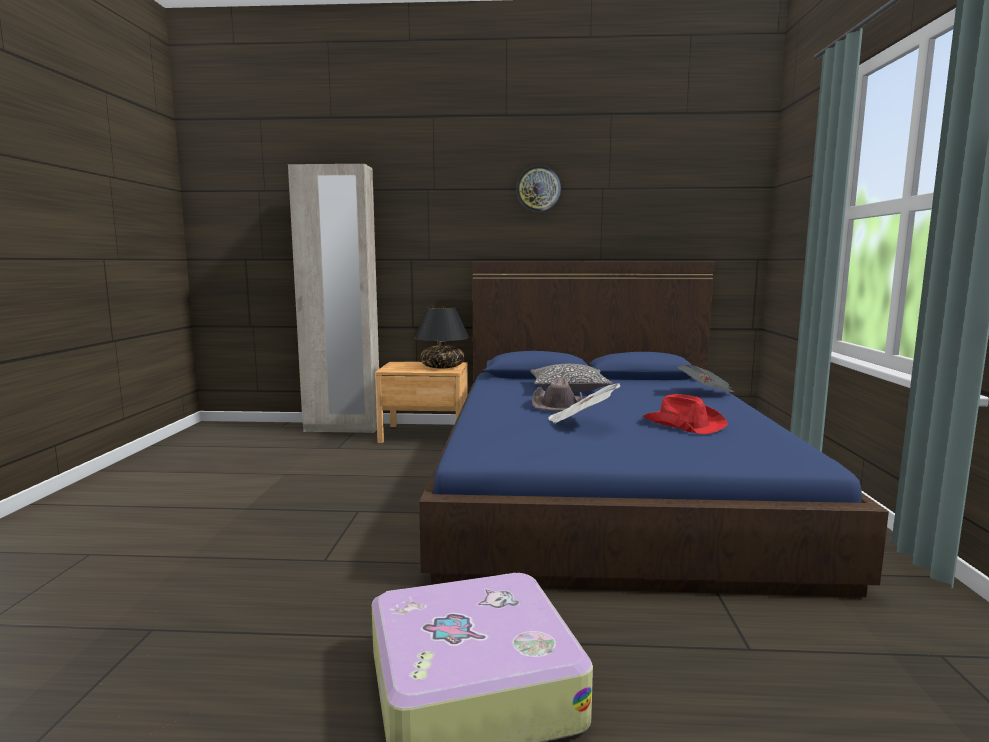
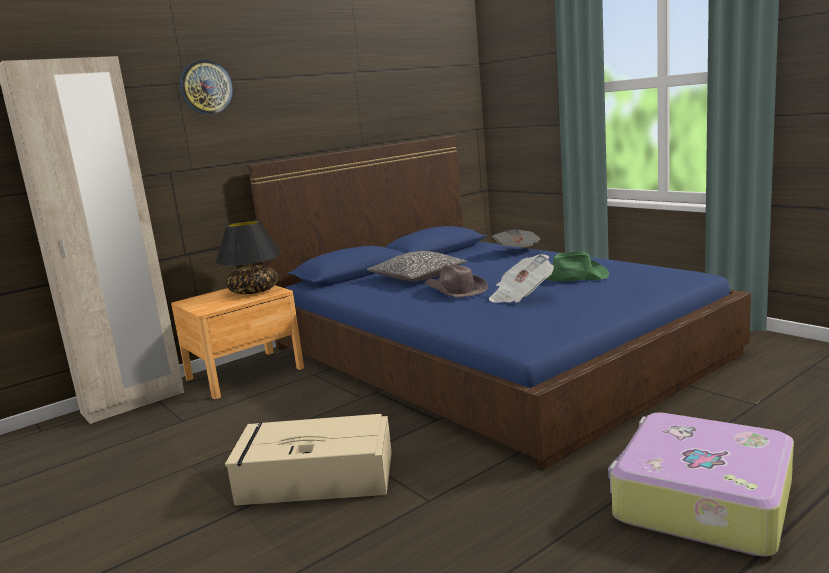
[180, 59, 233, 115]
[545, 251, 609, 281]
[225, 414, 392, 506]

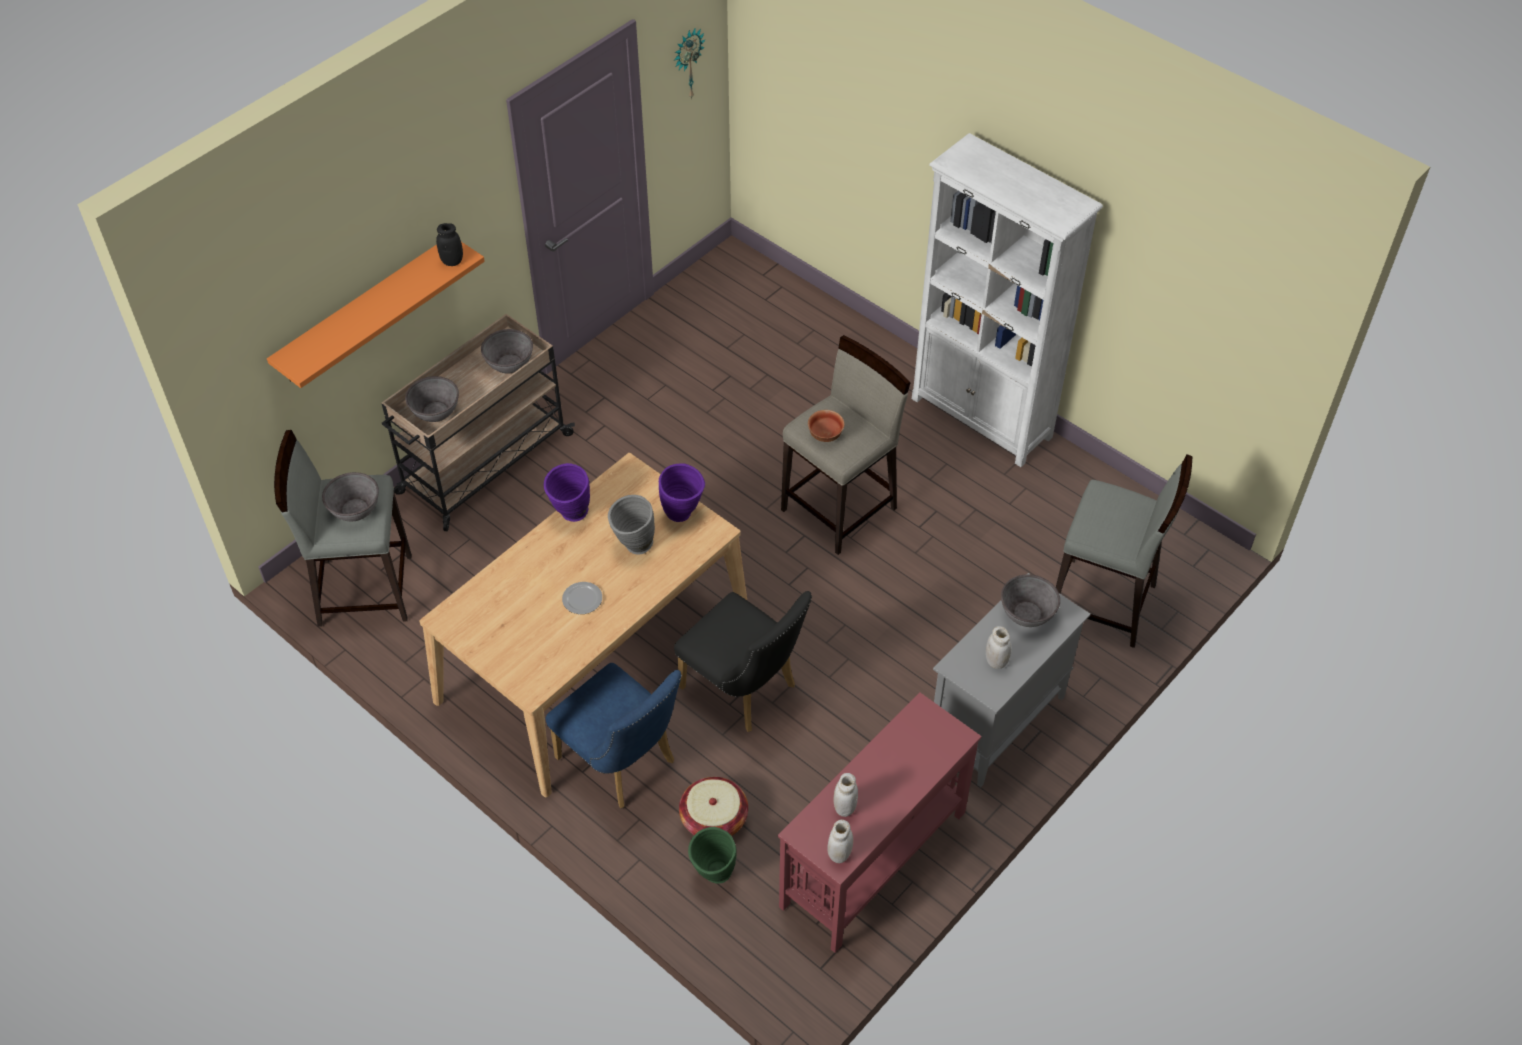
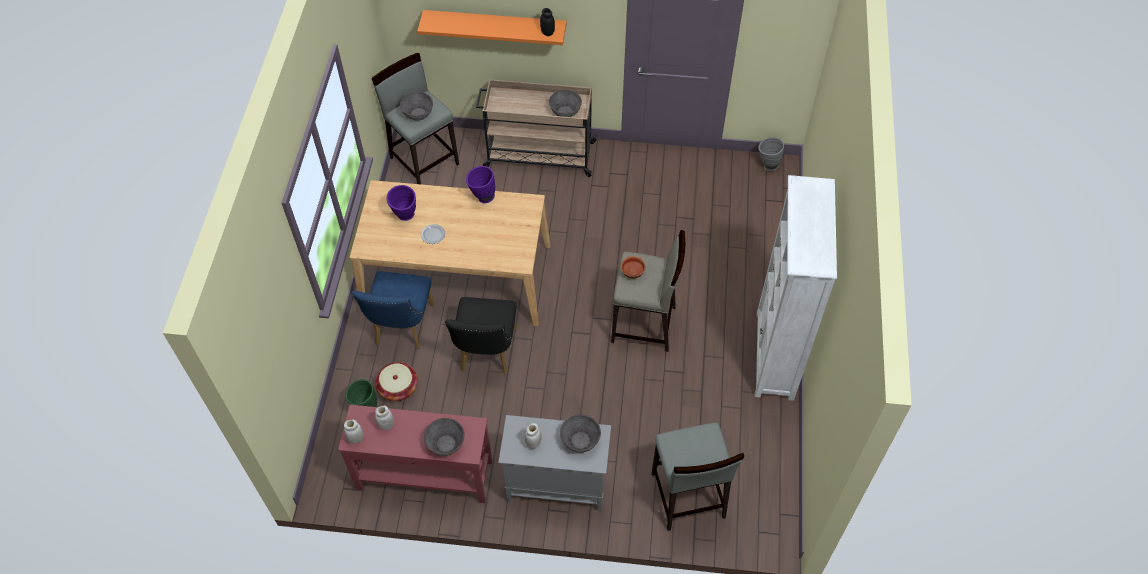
[424, 418, 465, 456]
[758, 137, 784, 171]
[387, 185, 416, 221]
[674, 27, 706, 100] (first image)

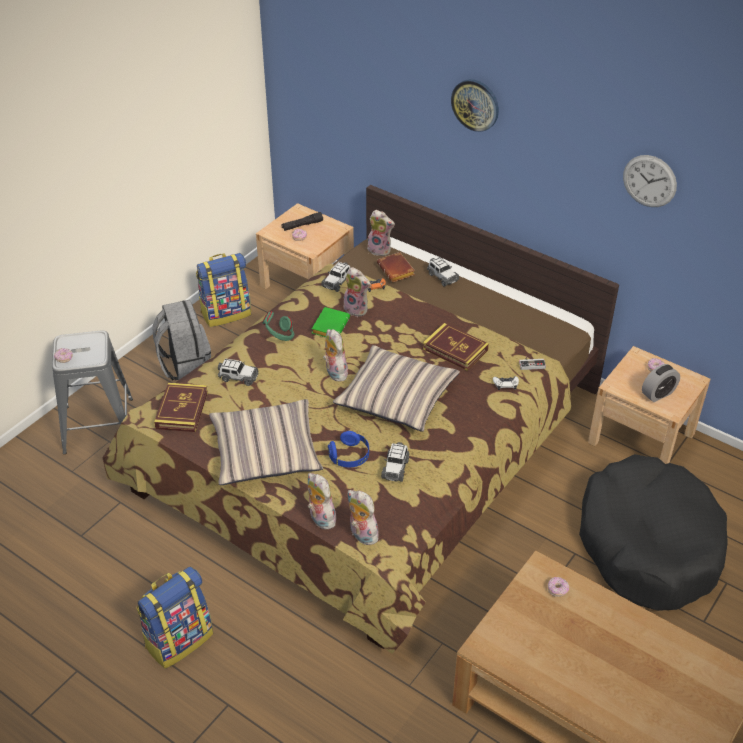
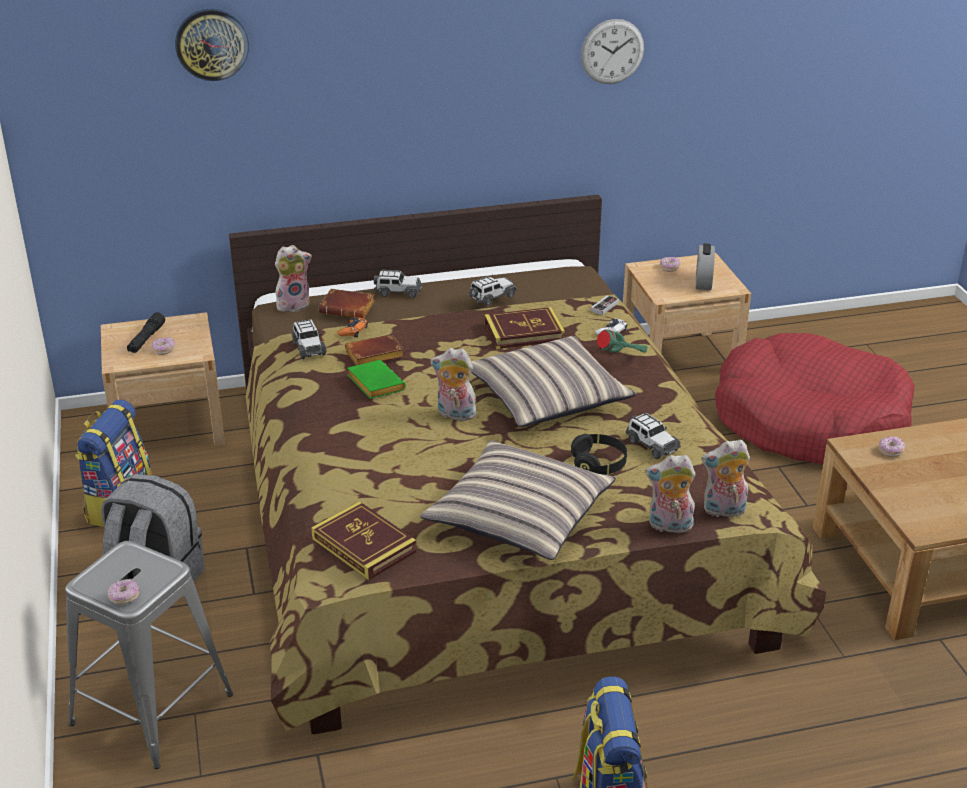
[468, 276, 517, 306]
[597, 330, 647, 353]
[571, 434, 627, 475]
[345, 334, 404, 365]
[175, 8, 249, 81]
[715, 333, 915, 465]

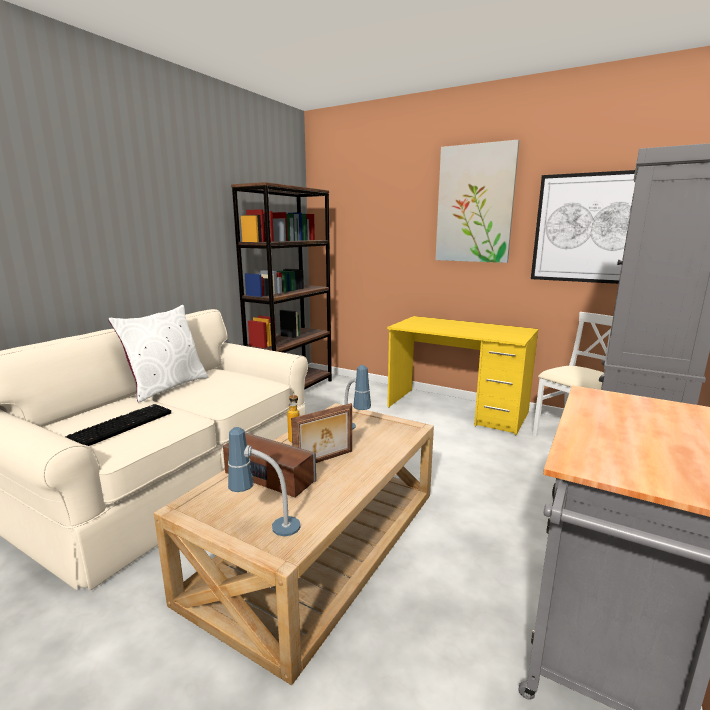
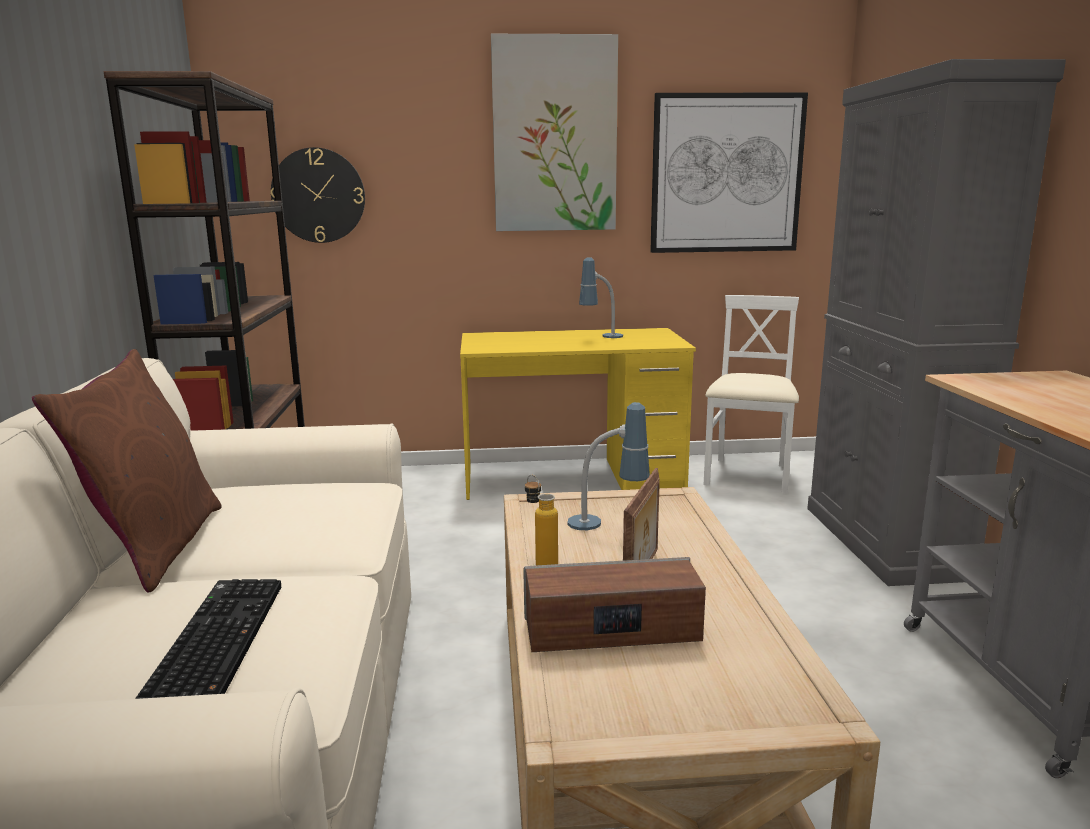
[32, 349, 222, 593]
[579, 257, 623, 338]
[271, 147, 365, 243]

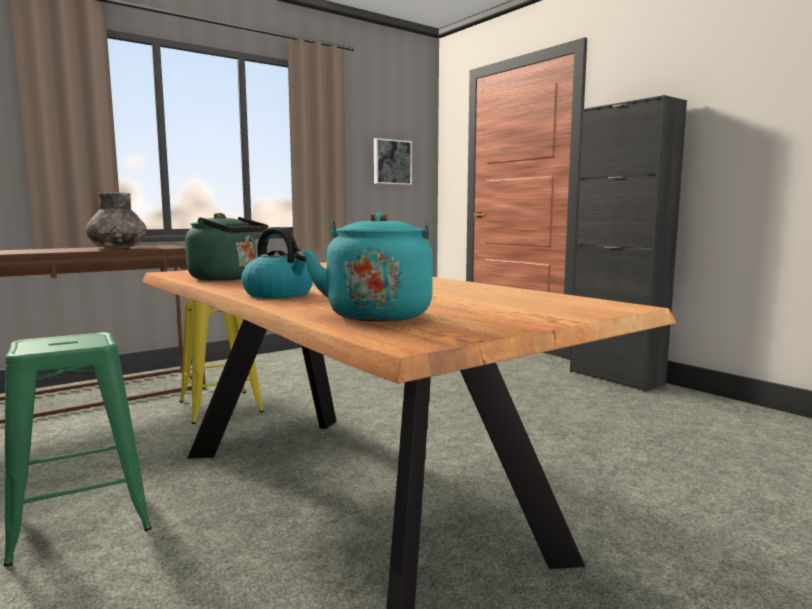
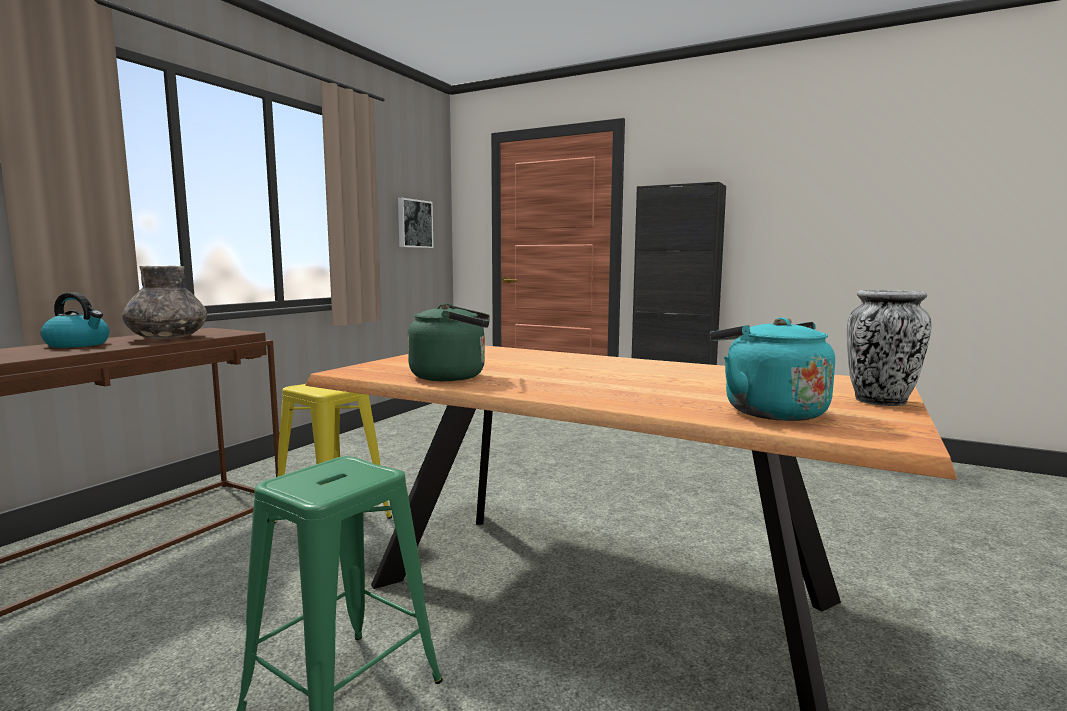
[40, 292, 109, 348]
[847, 290, 932, 406]

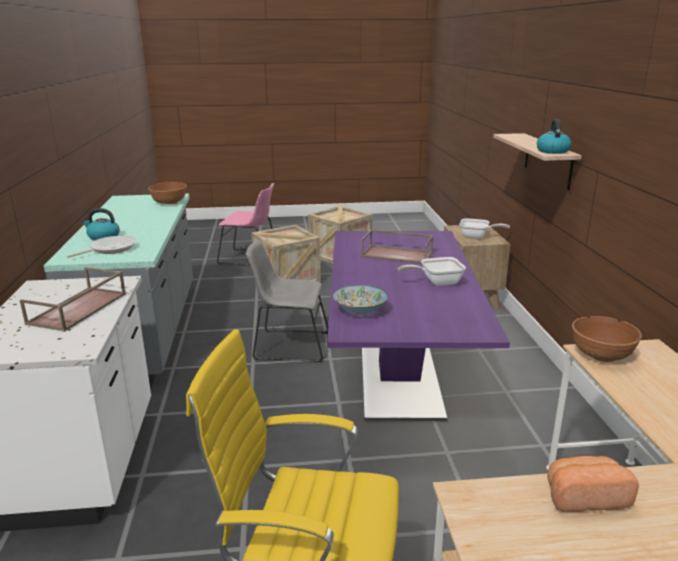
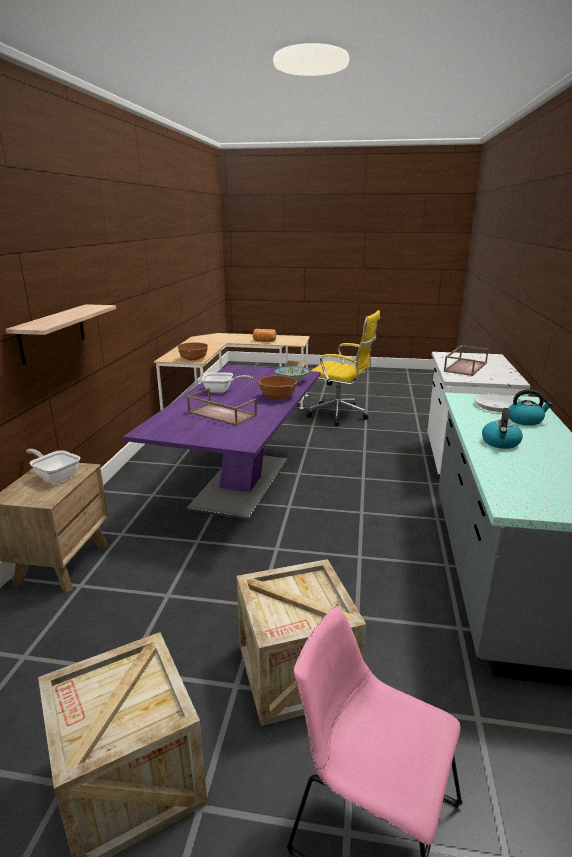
[258, 376, 297, 399]
[246, 239, 328, 362] (first image)
[482, 408, 523, 449]

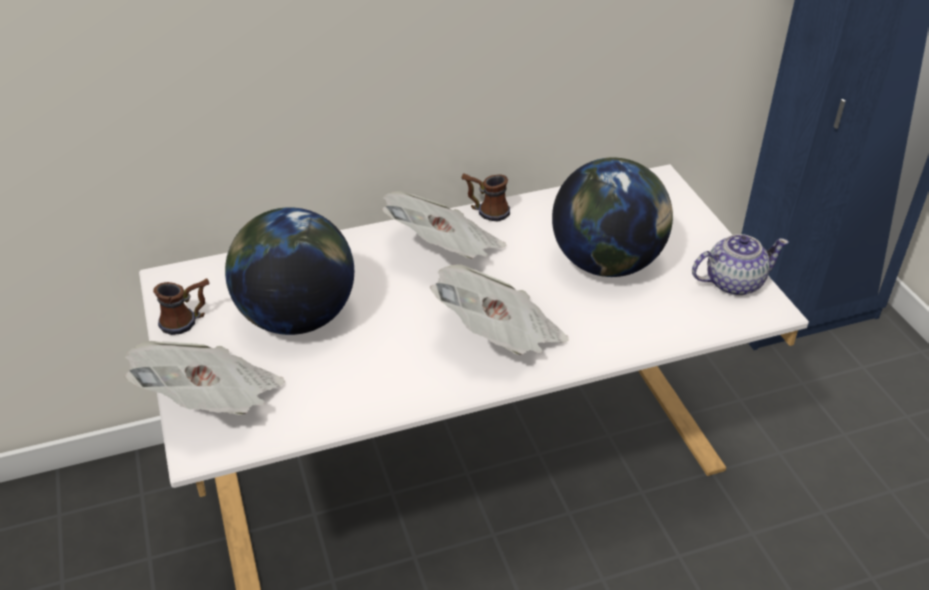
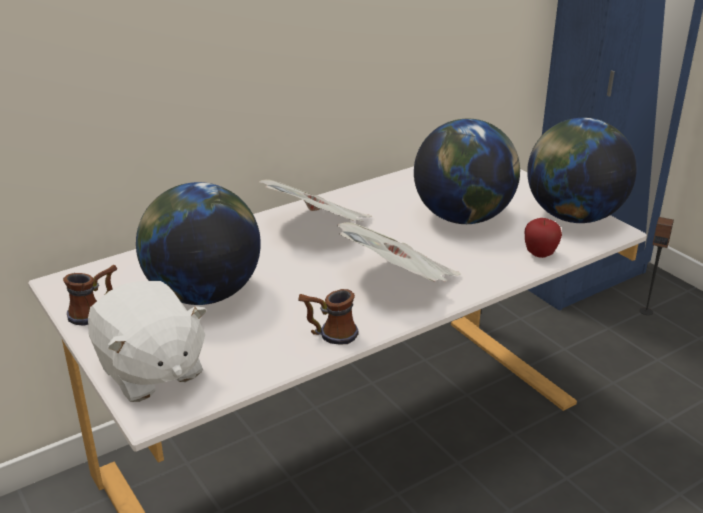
[88, 281, 207, 402]
[298, 289, 359, 345]
[527, 118, 637, 223]
[525, 218, 562, 258]
[639, 217, 674, 315]

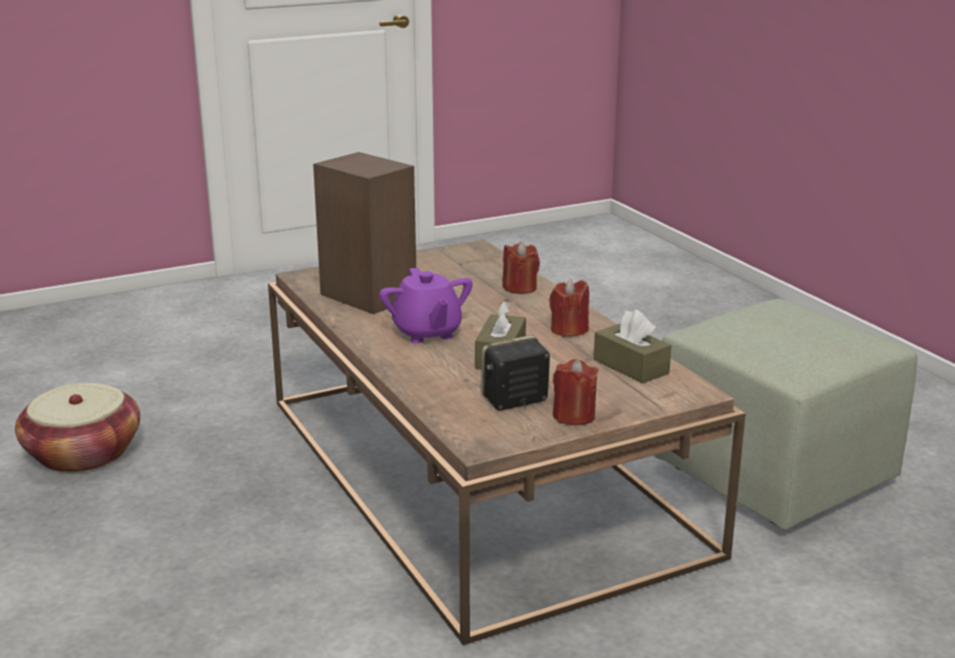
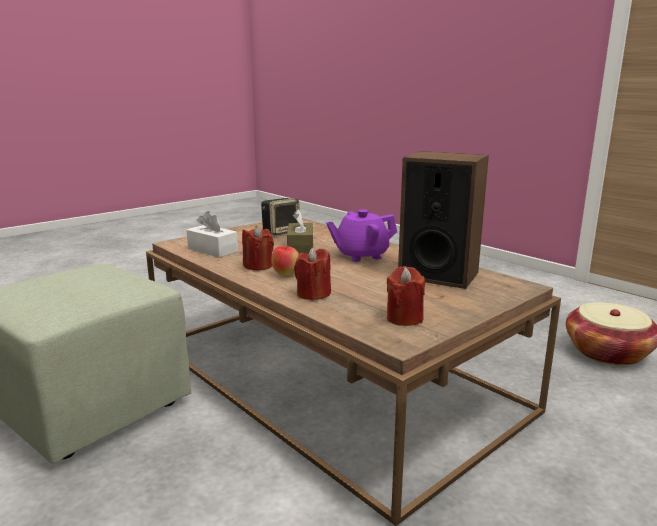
[326, 209, 397, 262]
[387, 266, 425, 326]
[187, 211, 238, 258]
[271, 246, 299, 276]

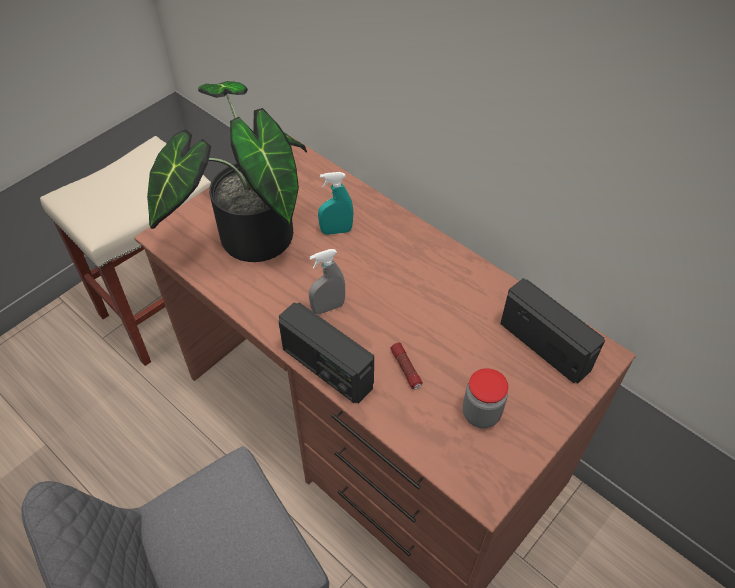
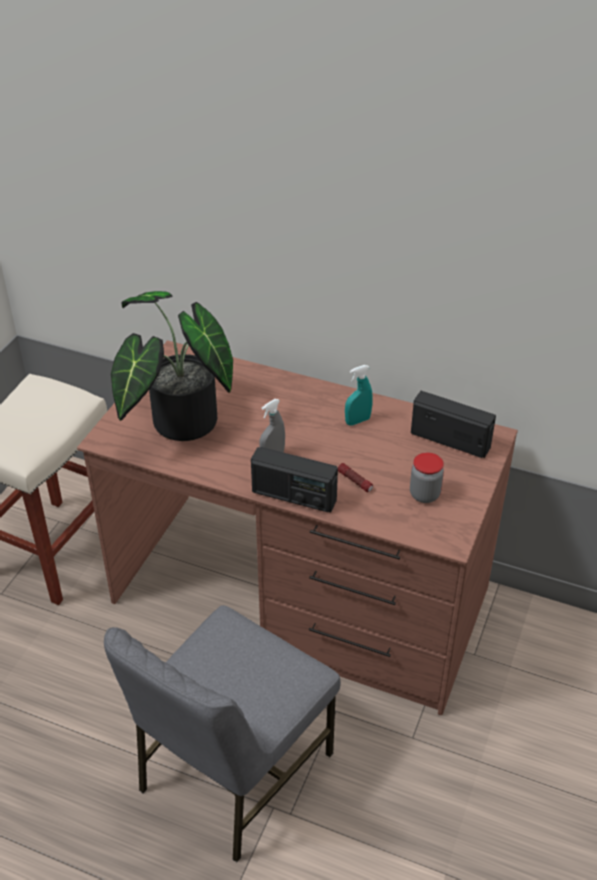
[345, 365, 373, 426]

